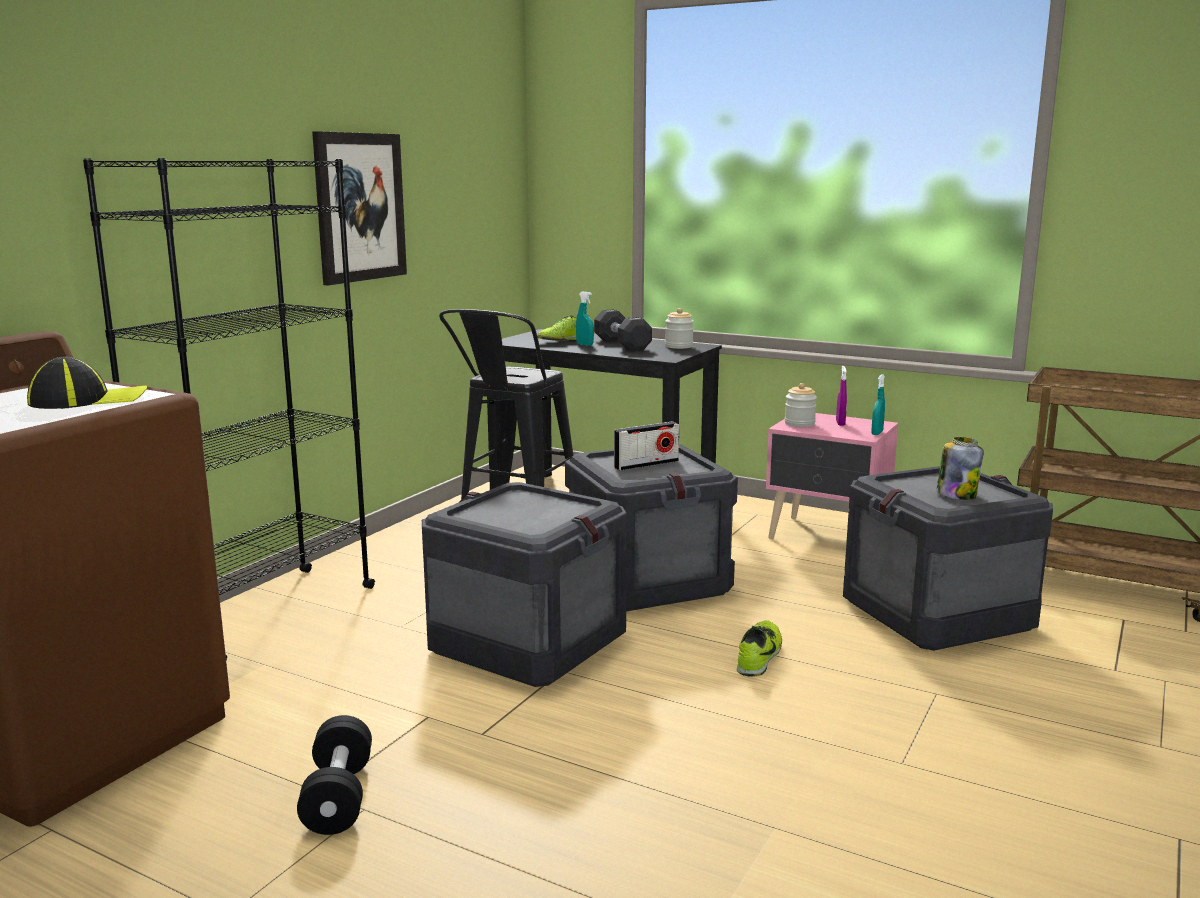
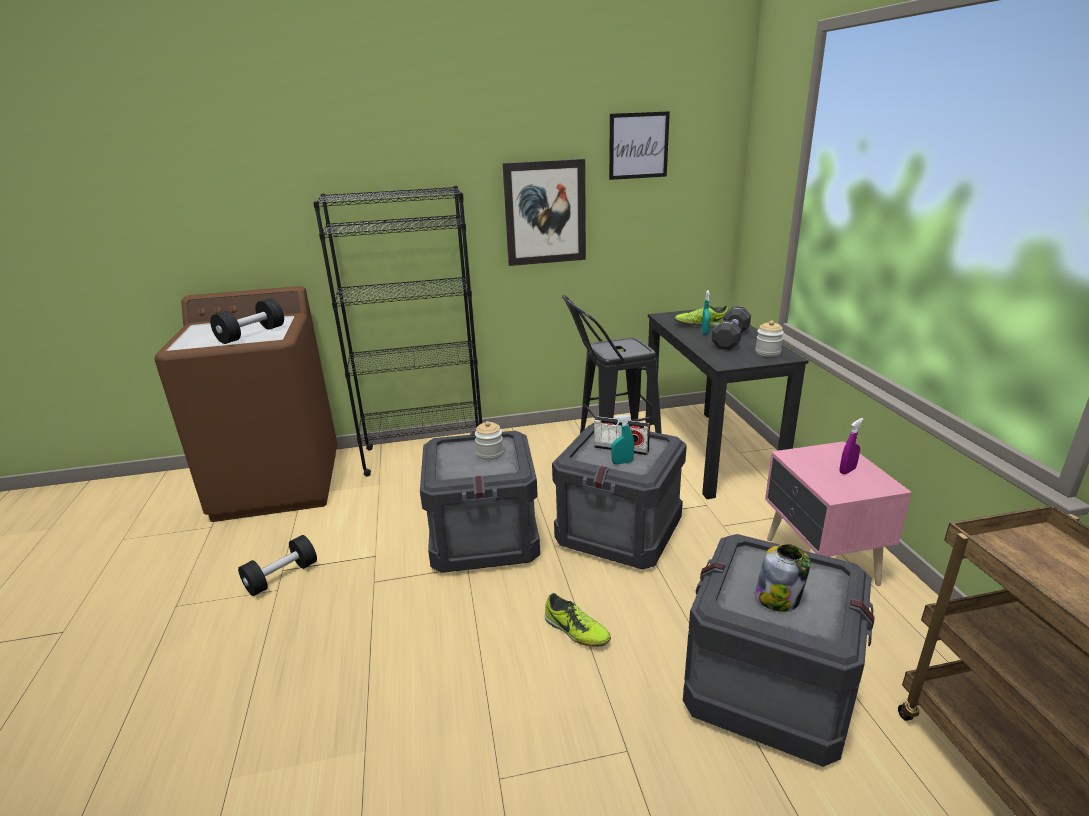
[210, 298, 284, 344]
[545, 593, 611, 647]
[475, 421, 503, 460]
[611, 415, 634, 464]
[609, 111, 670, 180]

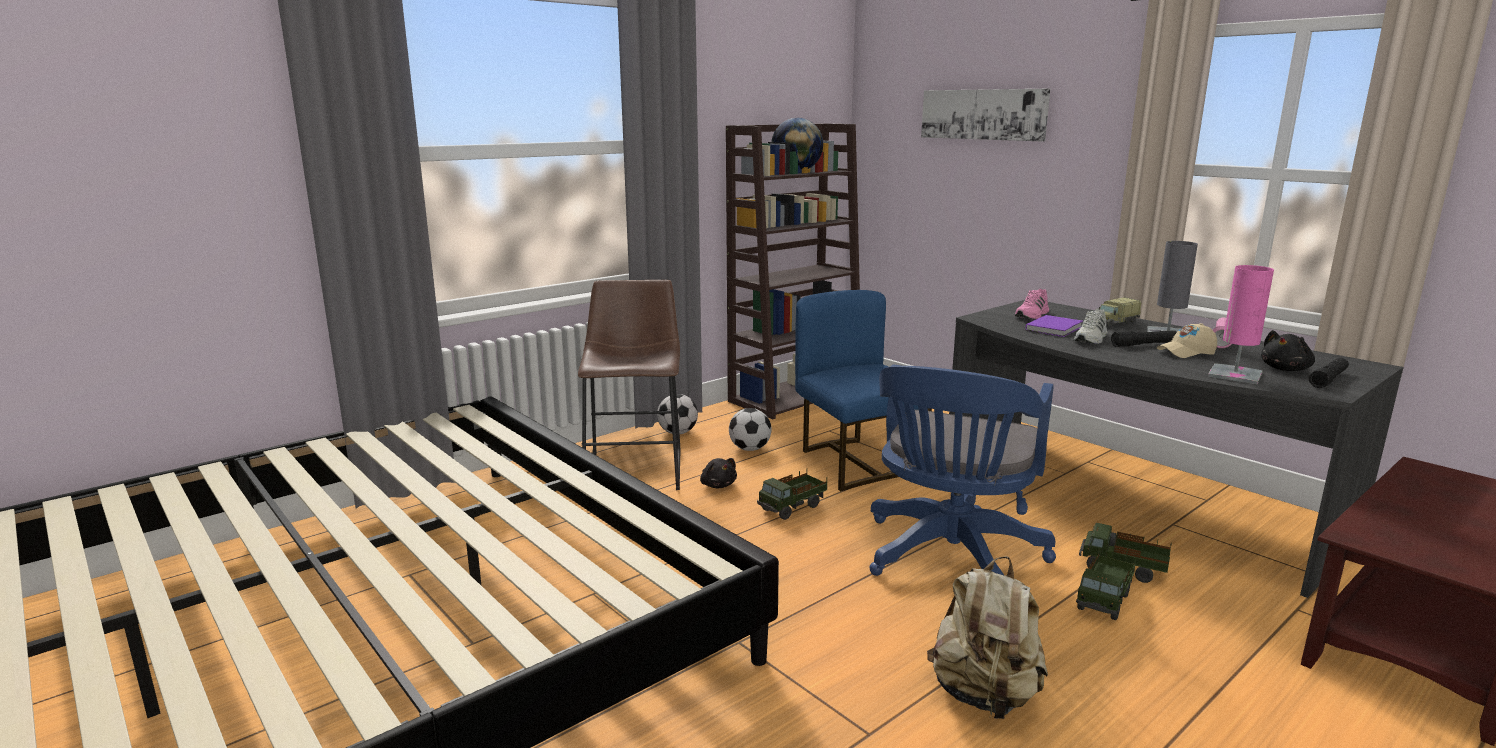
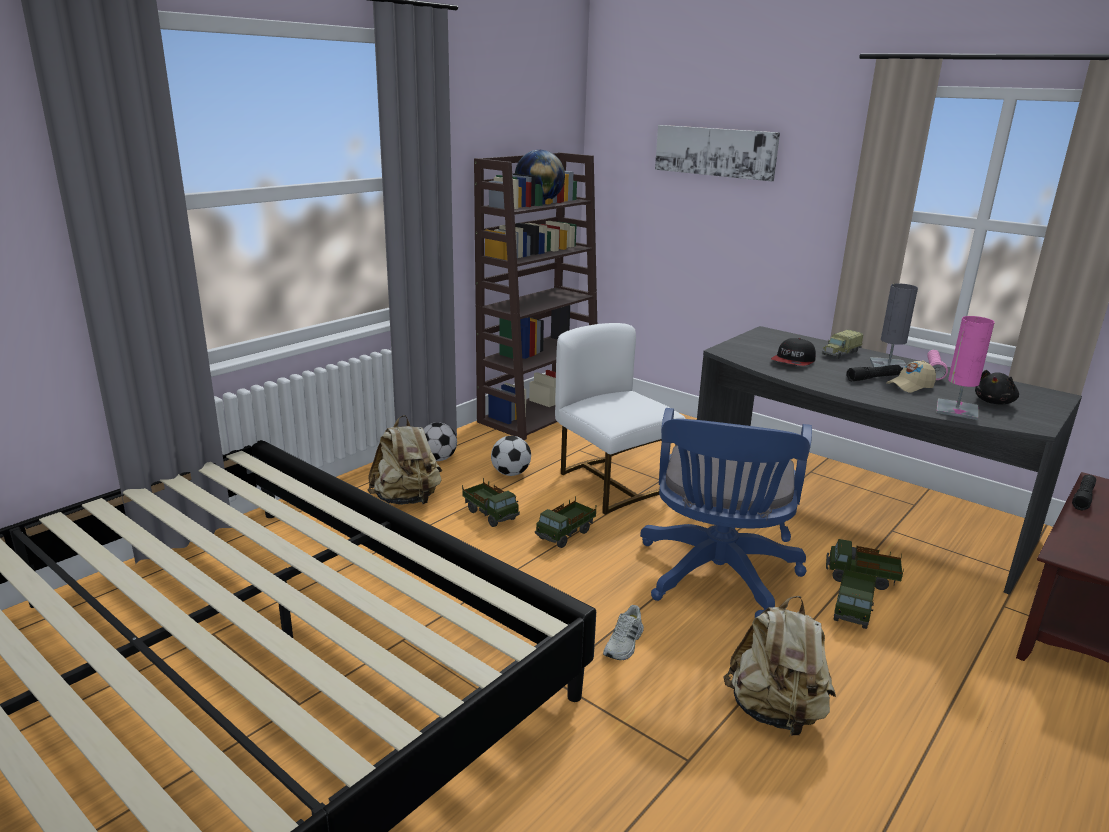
[368, 415, 442, 505]
[462, 478, 520, 527]
[555, 323, 686, 515]
[1015, 289, 1049, 320] (first image)
[771, 338, 816, 366]
[603, 605, 644, 660]
[1072, 475, 1096, 510]

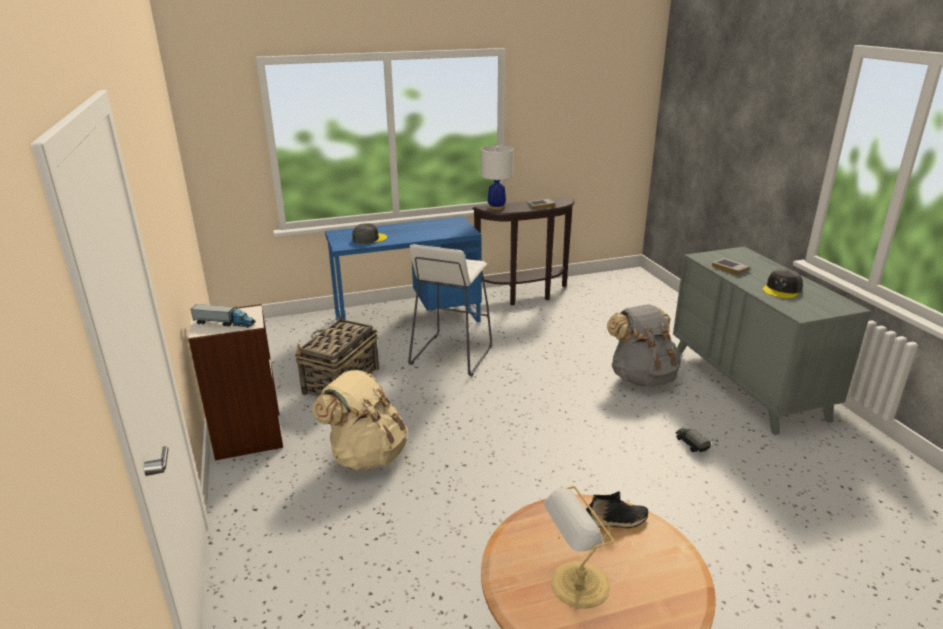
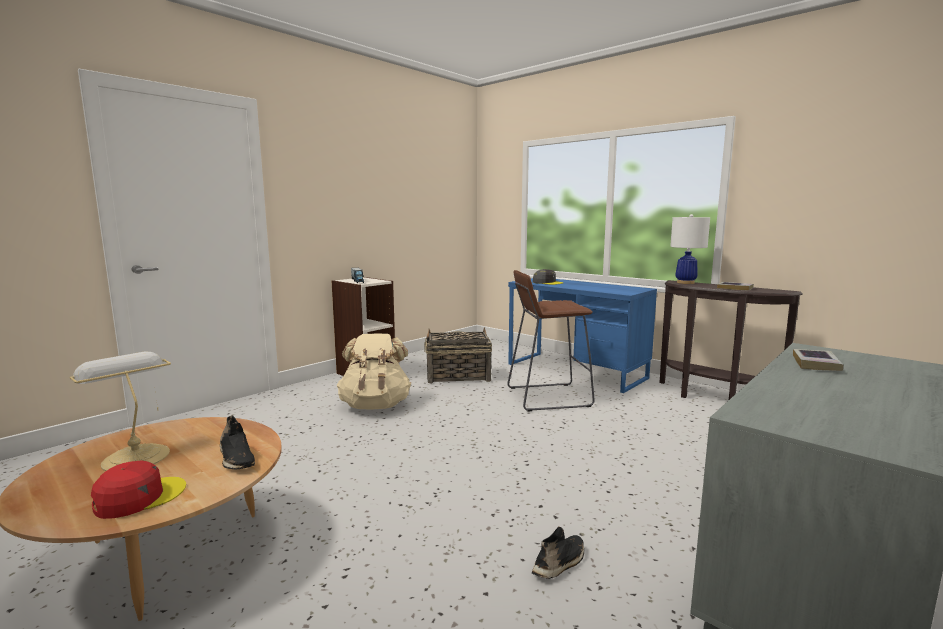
[507, 270, 595, 411]
[607, 304, 681, 387] (first image)
[532, 526, 584, 579]
[763, 269, 803, 298] (first image)
[91, 460, 186, 519]

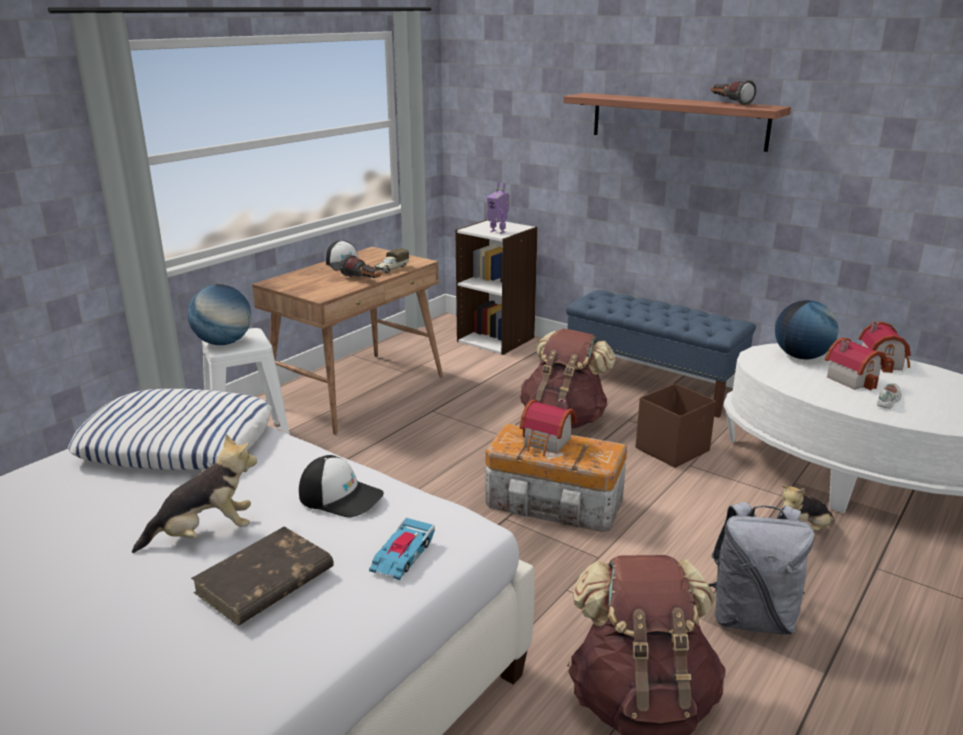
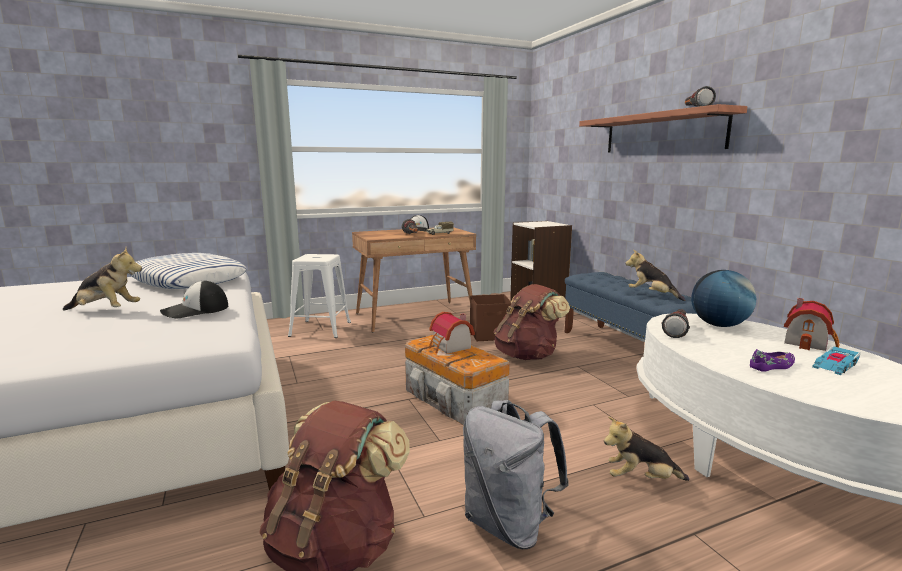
[188, 284, 251, 345] (first image)
[191, 526, 334, 625] (first image)
[160, 281, 228, 318]
[812, 346, 861, 375]
[487, 182, 509, 234] (first image)
[470, 294, 511, 341]
[825, 338, 887, 390] (first image)
[750, 349, 795, 372]
[625, 250, 685, 301]
[662, 309, 690, 338]

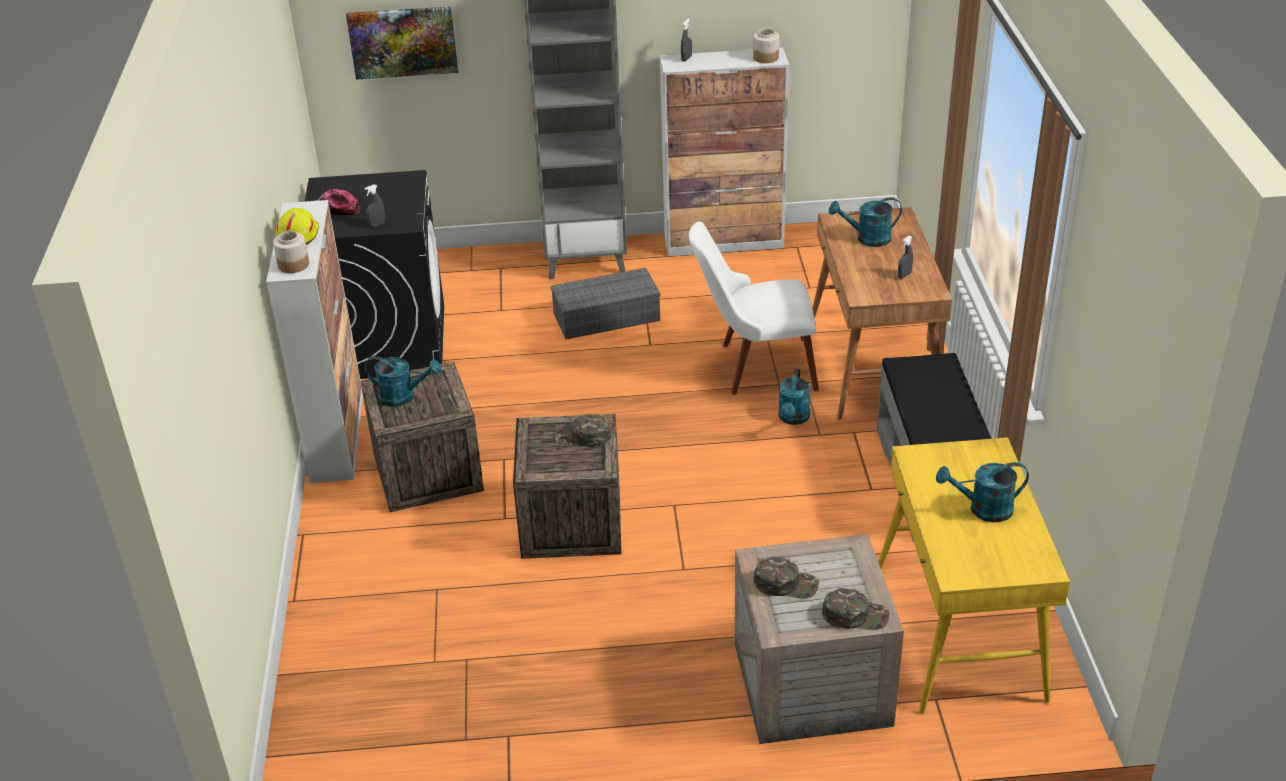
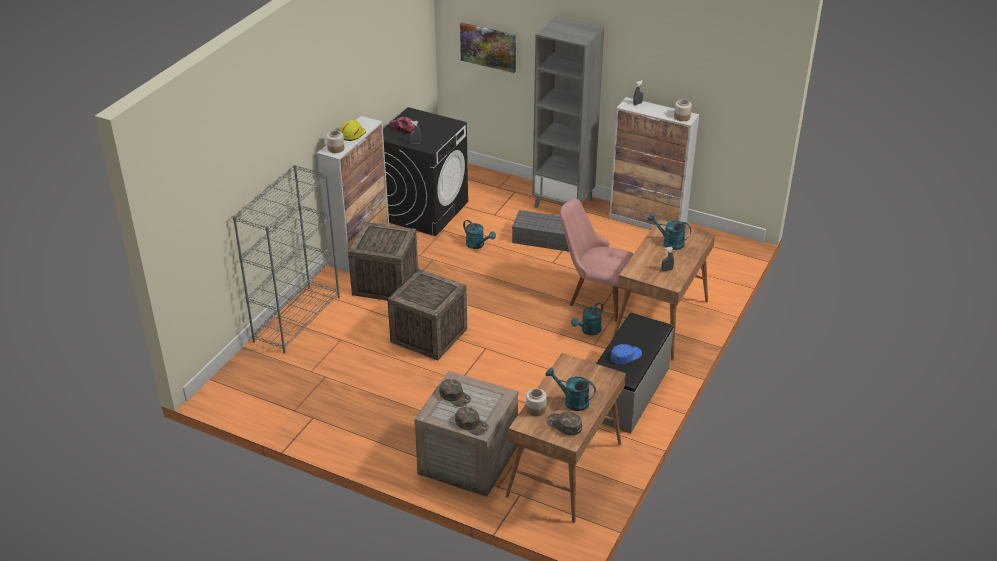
[463, 220, 496, 249]
[547, 412, 582, 435]
[560, 199, 634, 322]
[505, 353, 626, 523]
[233, 165, 340, 354]
[526, 389, 547, 416]
[611, 344, 642, 365]

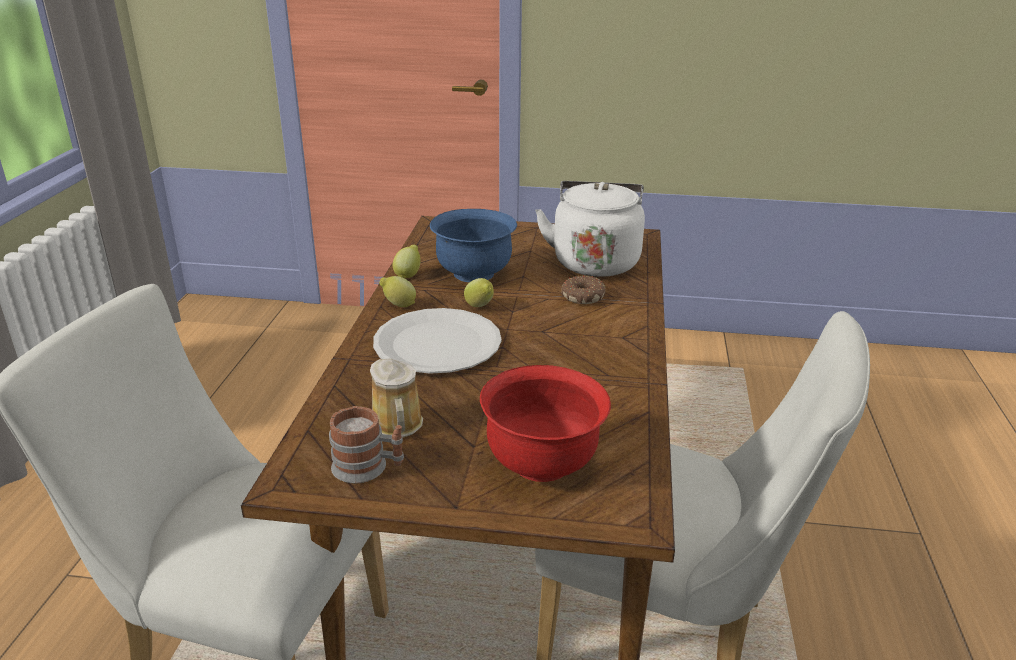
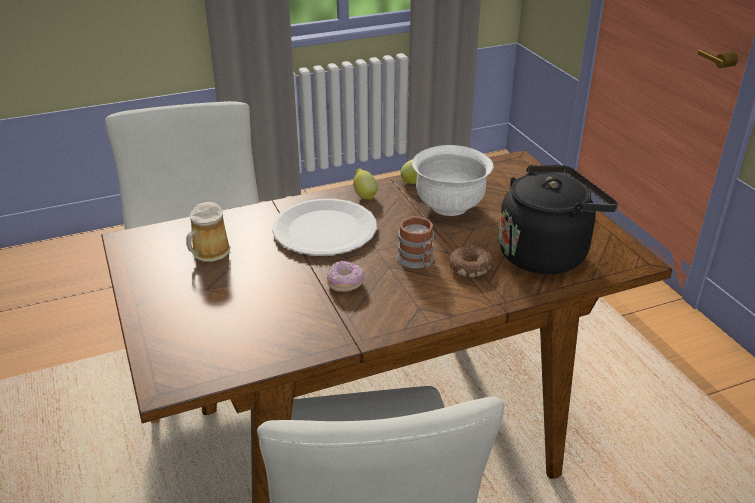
[397, 216, 434, 270]
[412, 145, 493, 216]
[464, 278, 494, 307] (first image)
[480, 365, 611, 482] (first image)
[498, 165, 618, 274]
[327, 261, 364, 292]

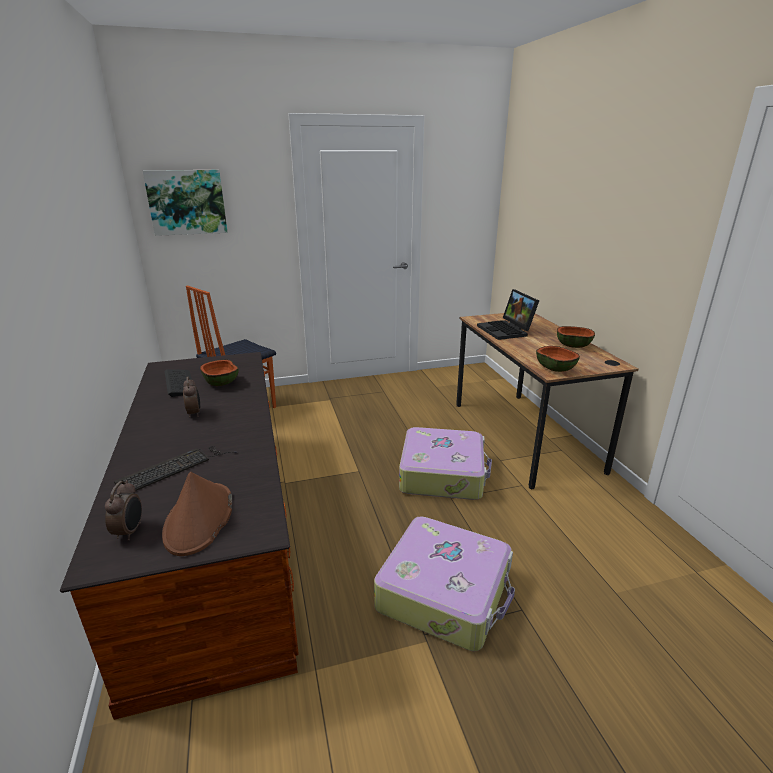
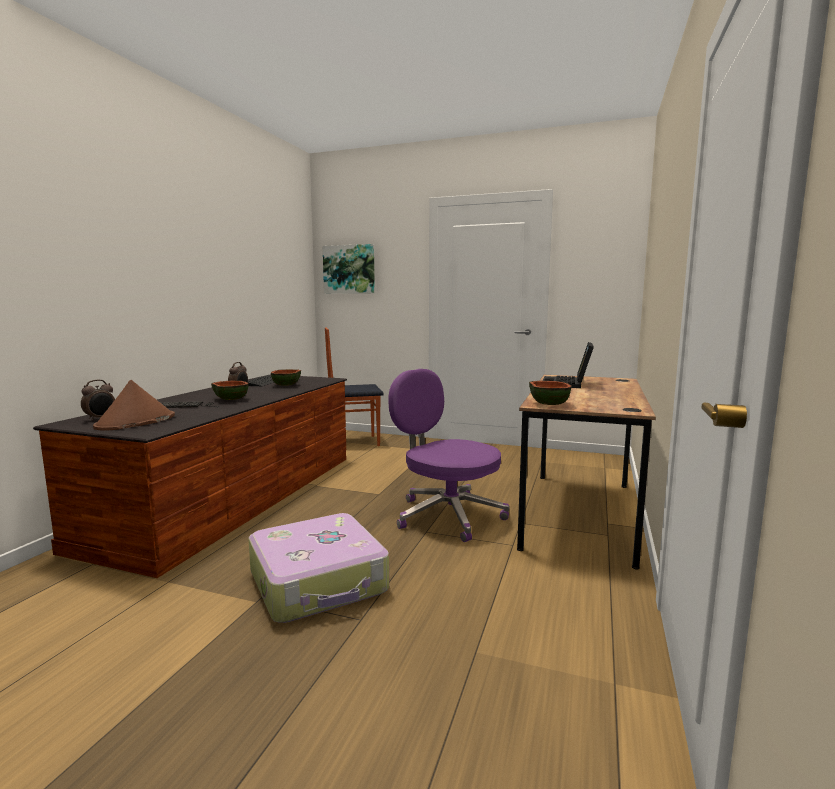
[388, 369, 510, 542]
[211, 380, 249, 400]

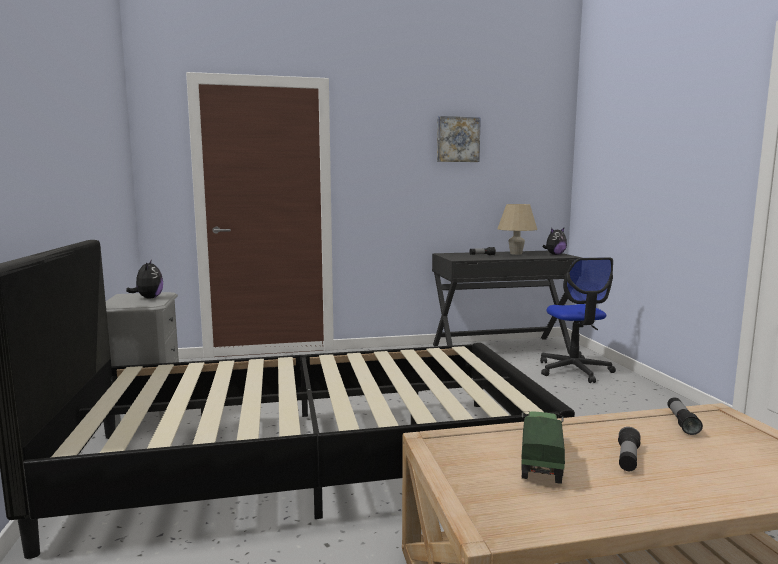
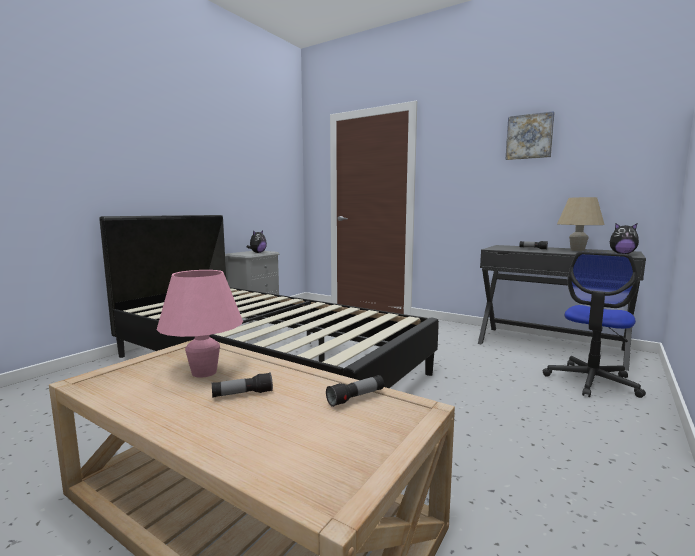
[157, 270, 243, 378]

